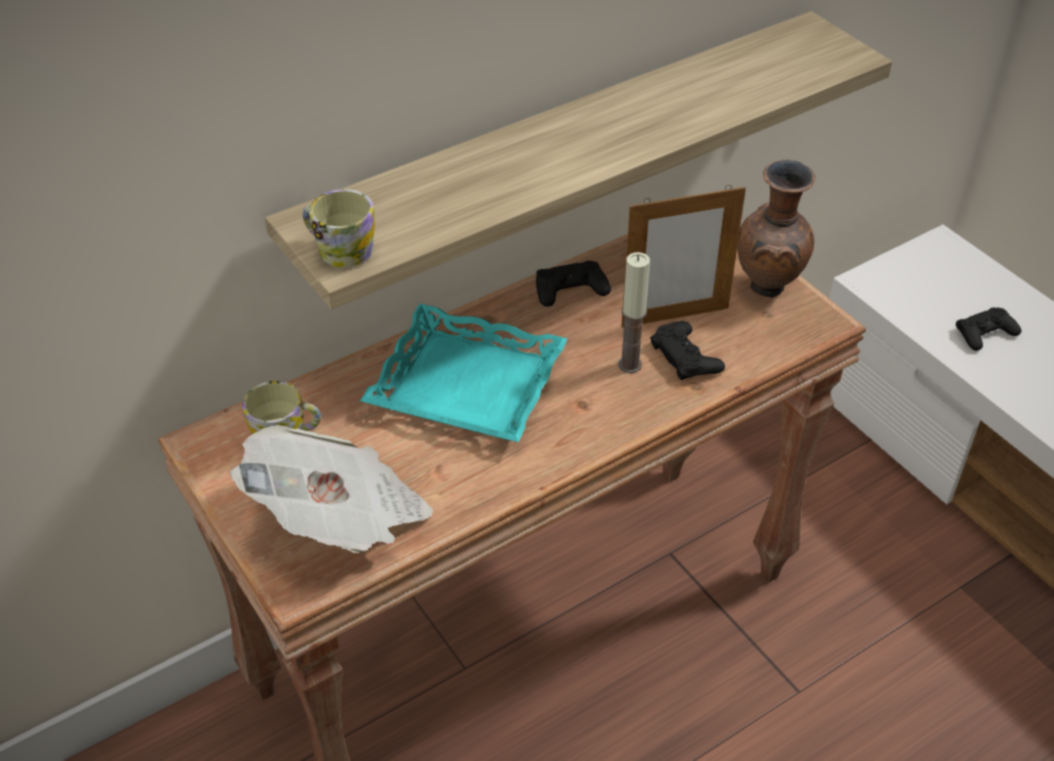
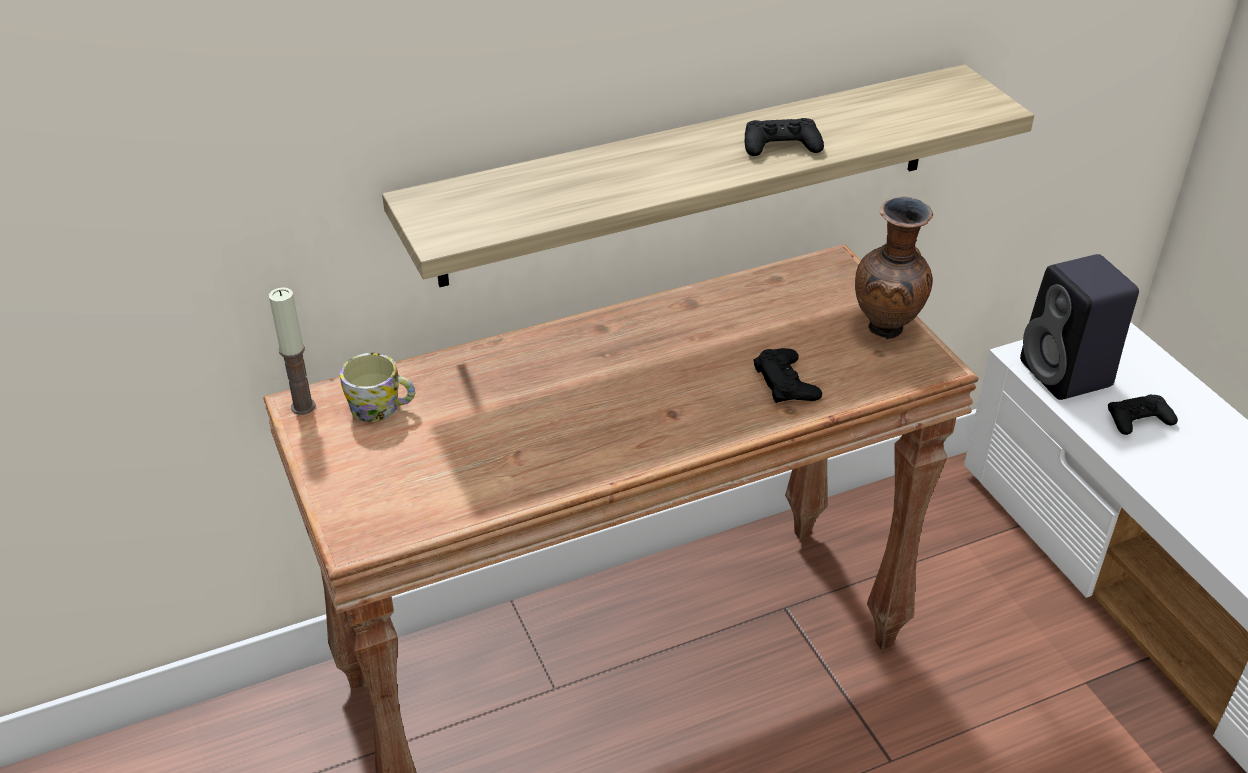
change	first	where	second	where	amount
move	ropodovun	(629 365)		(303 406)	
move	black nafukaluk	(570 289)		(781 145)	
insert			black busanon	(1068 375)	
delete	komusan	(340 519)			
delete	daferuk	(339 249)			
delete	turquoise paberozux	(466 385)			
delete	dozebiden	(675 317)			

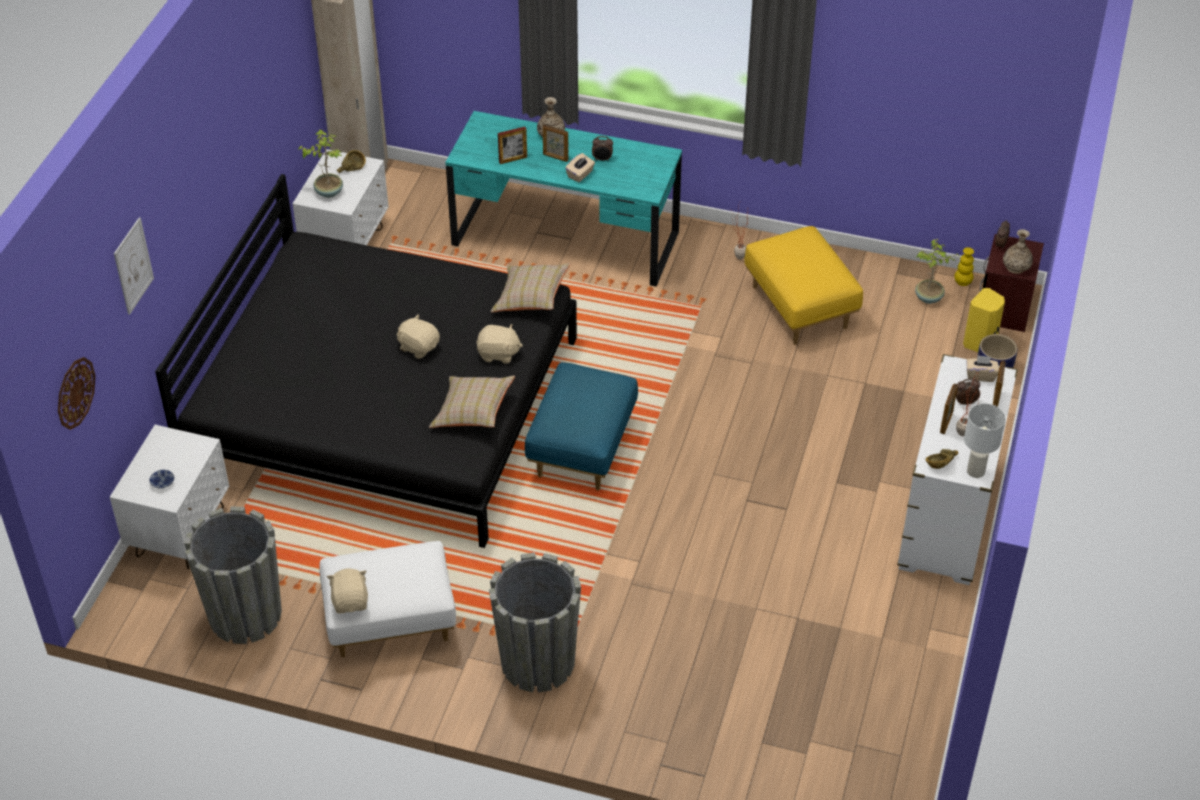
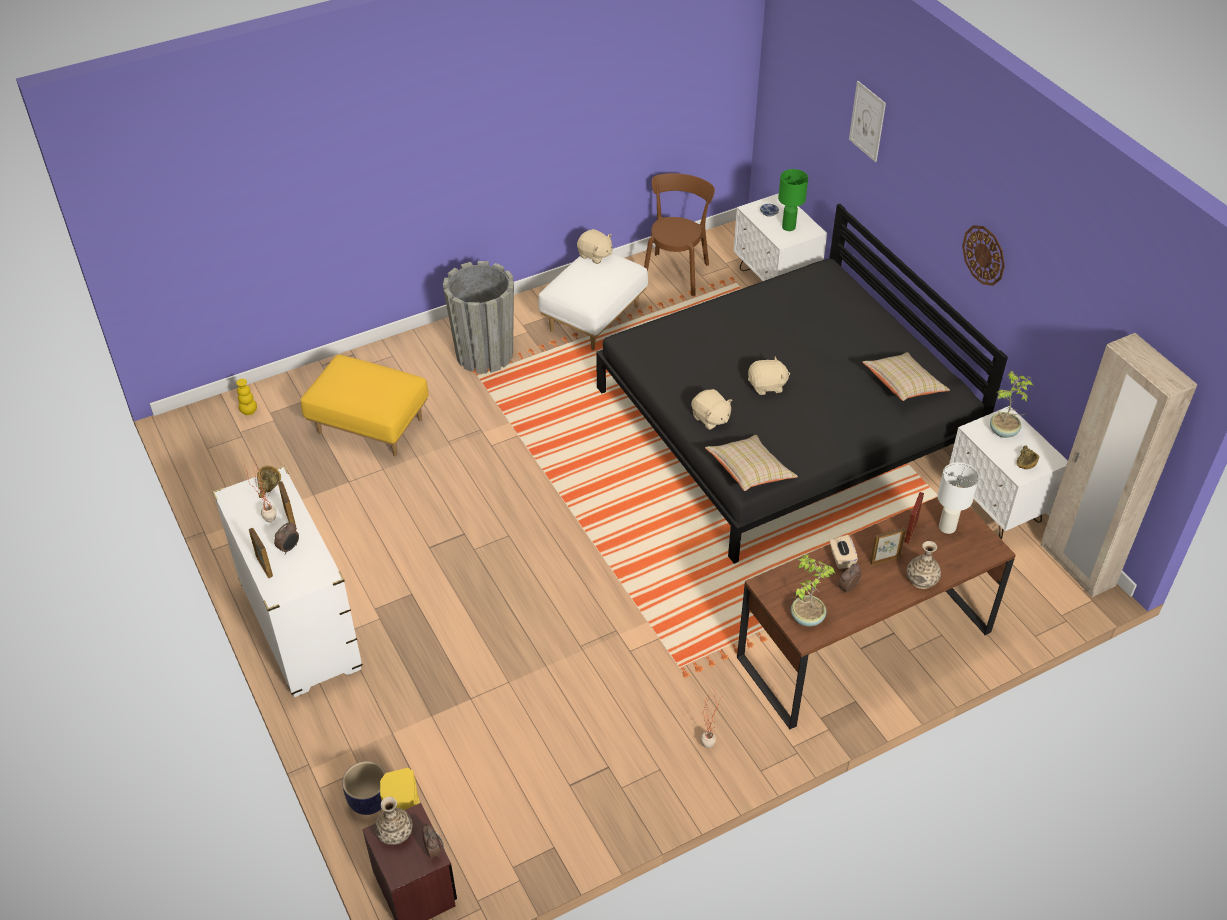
change	first	where	second	where	amount
move	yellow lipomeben	(962 282)		(249 411)	
move	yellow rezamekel	(801 307)		(369 427)	
replace	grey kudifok	(245 615)	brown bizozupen	(676 272)	
rotate	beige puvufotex	(498 354)		(710 418)	90 degrees counterclockwise
recolor	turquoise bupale	(565 239)	brown bupale	(864 644)	
insert			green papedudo	(788 227)	
move	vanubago	(929 298)		(806 617)	
move	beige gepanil	(472 412)		(903 386)	
move	white papedudo	(975 471)		(947 527)	
move	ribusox	(75 393)		(984 255)	
delete	blue rezamekel	(581 448)			
delete	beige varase	(980 375)			

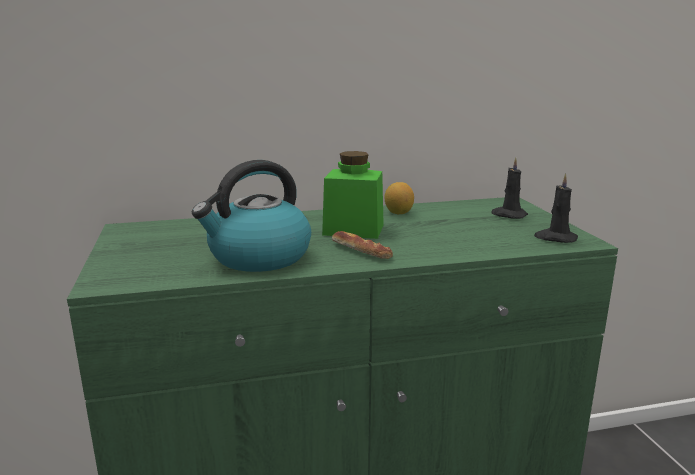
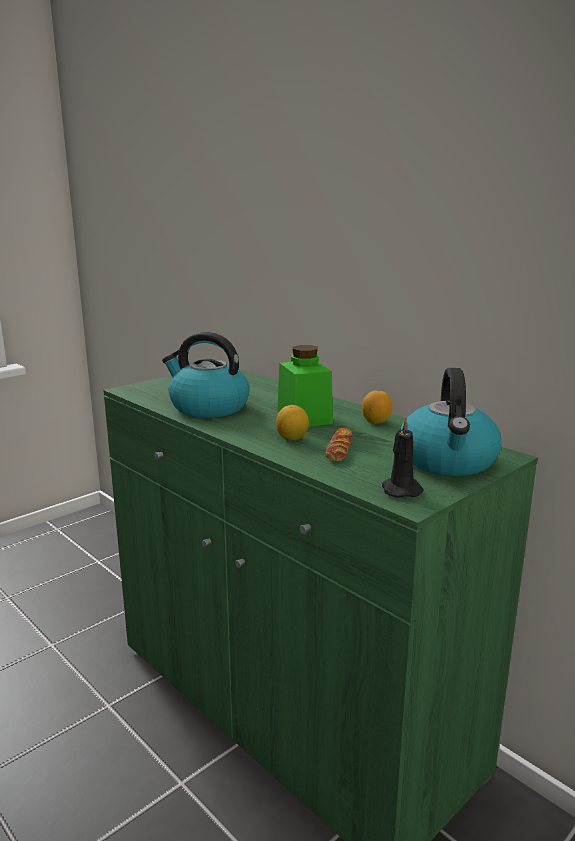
change	first	where	second	where	amount
insert			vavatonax	(292 438)	
move	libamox	(361 251)		(339 450)	
replace	black ropodovun	(508 215)	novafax	(448 461)	

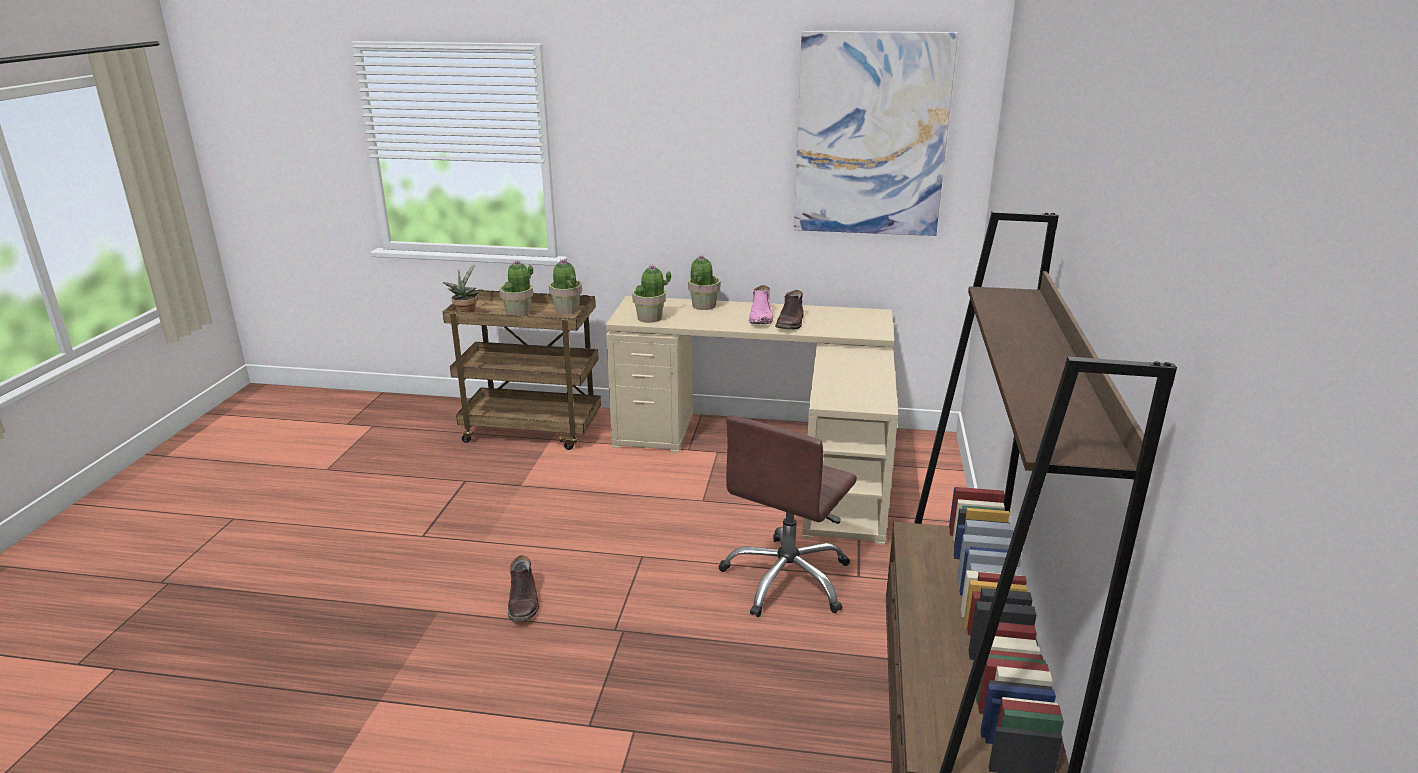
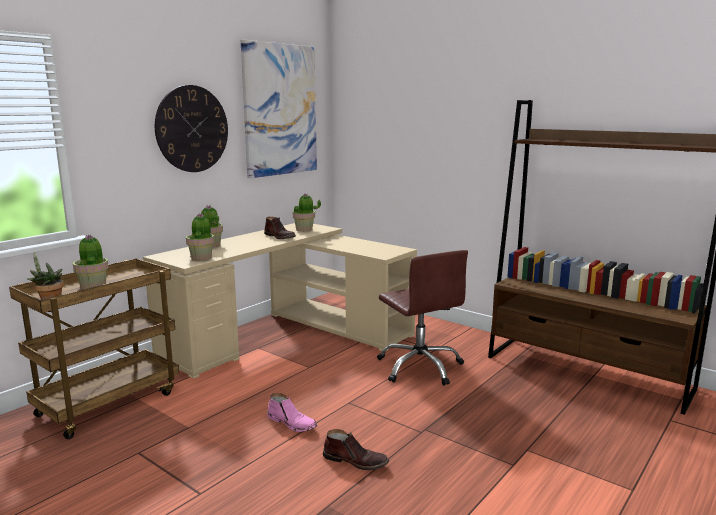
change	first	where	second	where	amount
insert			ribusox	(192 129)	
move	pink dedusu	(761 318)		(292 423)	
move	vanubago	(567 310)		(304 230)	

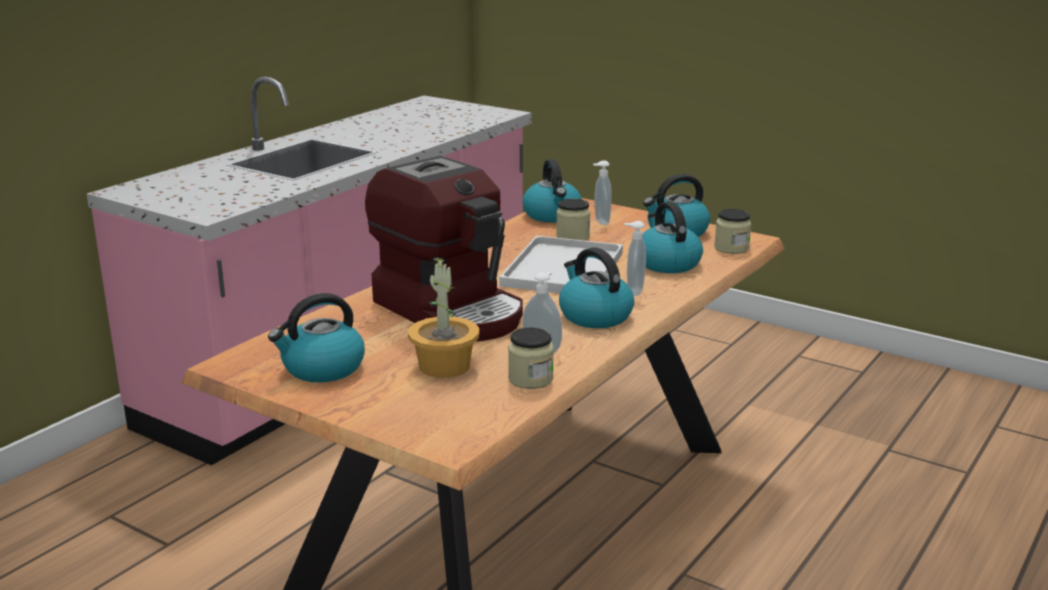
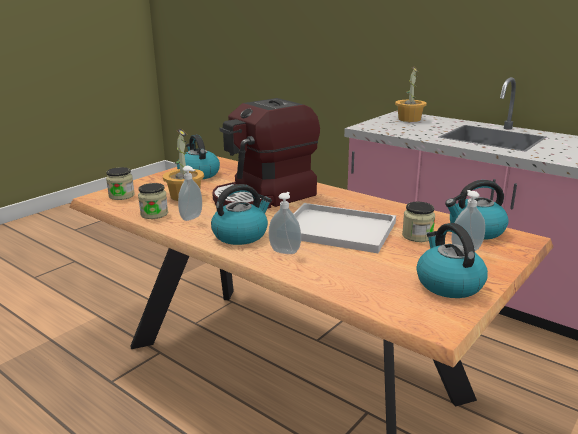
change	first	where	second	where	amount
move	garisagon	(731 248)		(121 196)	
insert			vanubago	(409 119)	
delete	novafax	(667 263)			

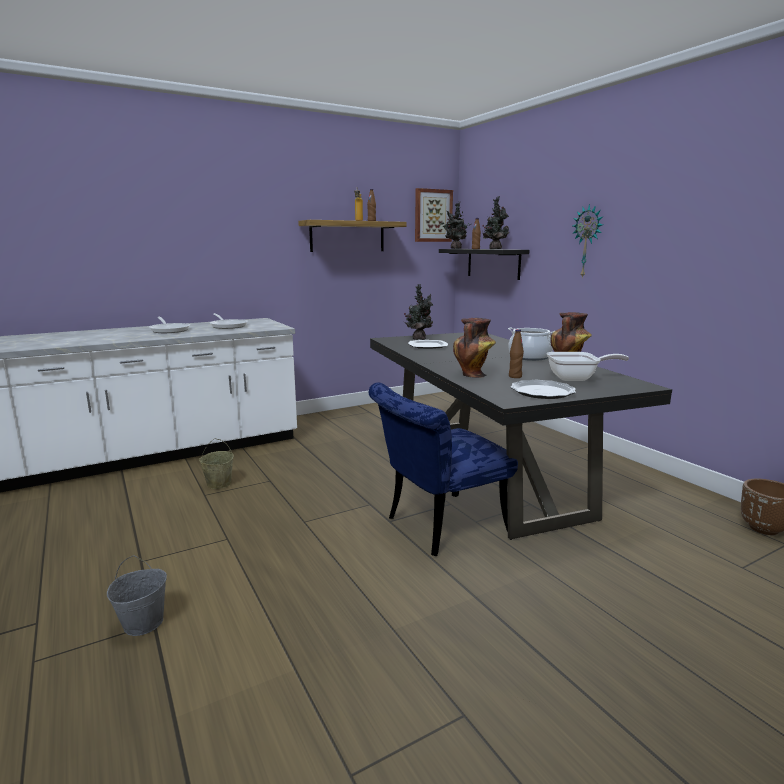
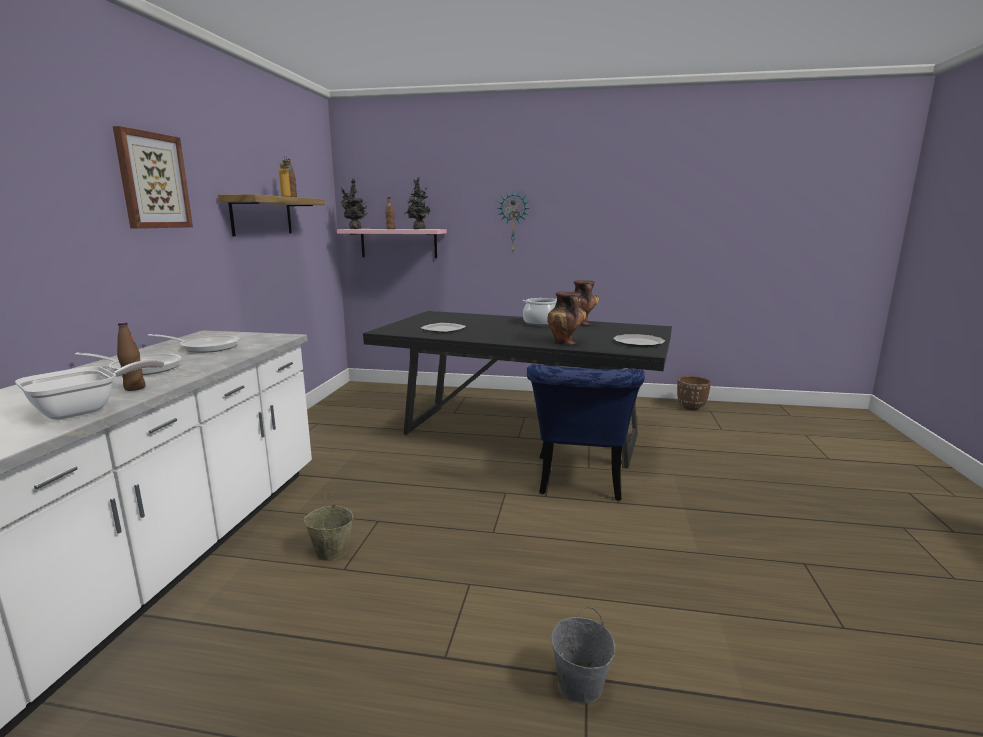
change	first	where	second	where	amount
move	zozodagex	(577 378)		(85 410)	
move	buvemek	(432 215)		(152 181)	
move	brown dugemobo	(515 376)		(134 388)	
recolor	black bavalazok	(493 263)	pink bavalazok	(398 243)	
delete	vanubago	(419 339)			

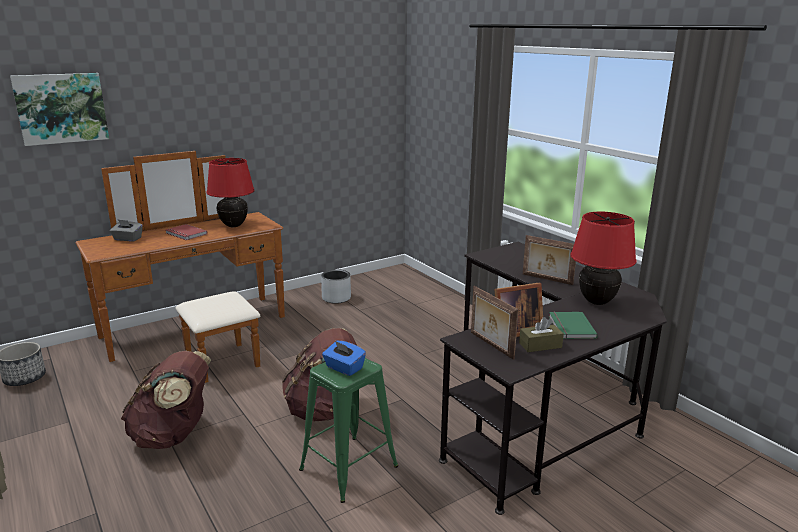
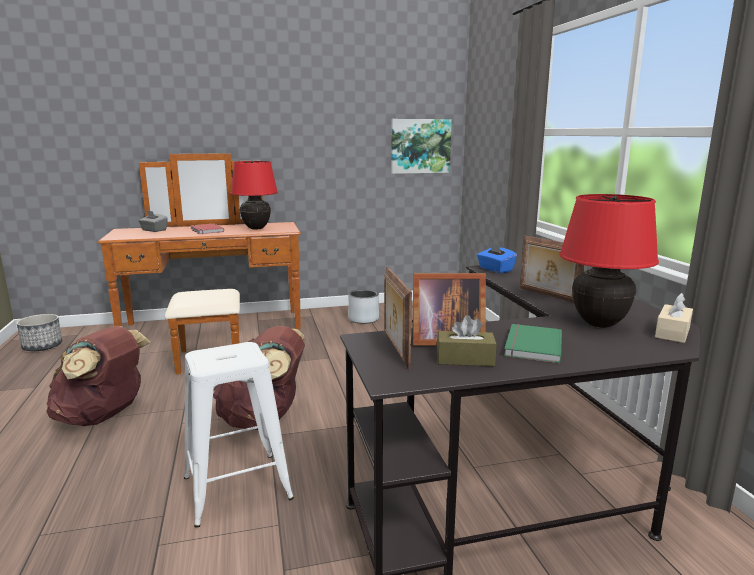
change	first	where	second	where	amount
recolor	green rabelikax	(348 468)	white rabelikax	(237 488)	
move	buvemek	(61 108)		(420 146)	
move	blue varase	(344 368)		(495 269)	
insert			beige varase	(672 332)	

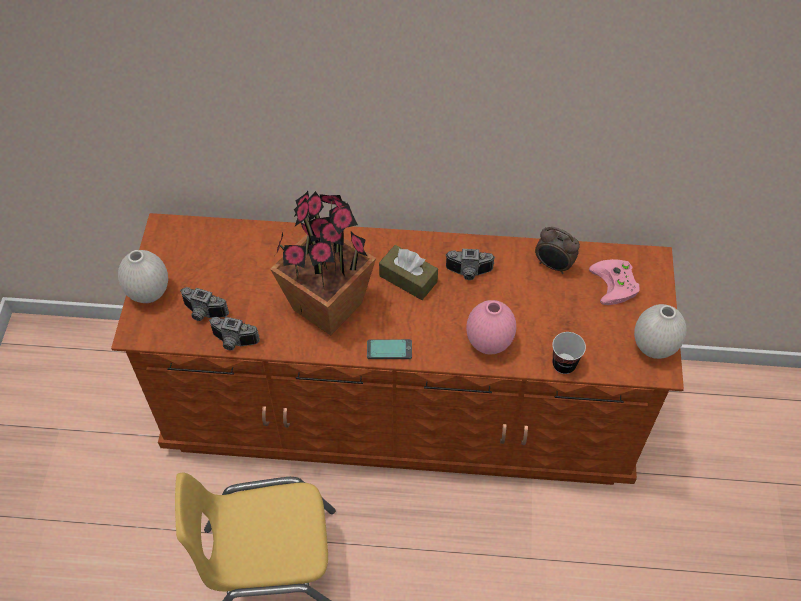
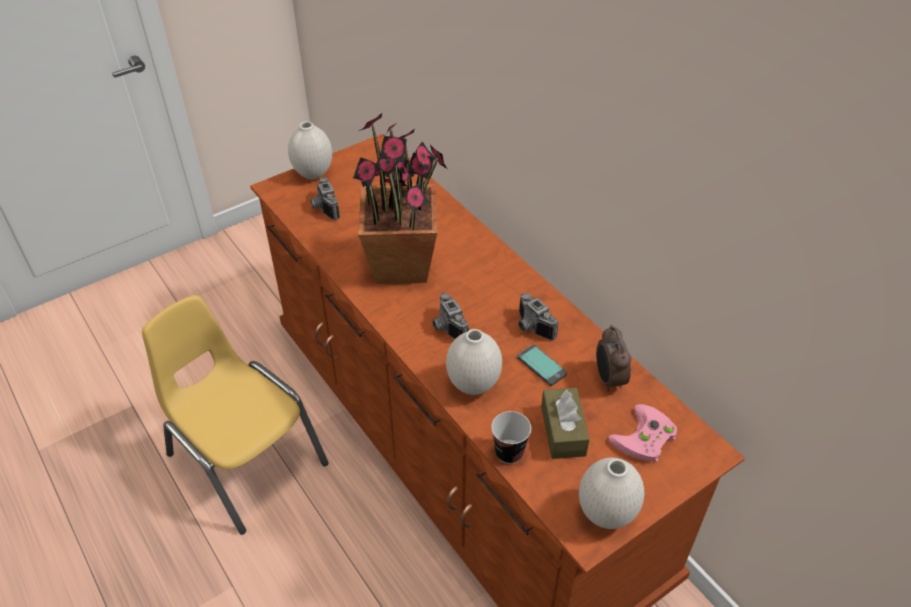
change	first	where	second	where	amount
move	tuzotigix	(233 342)		(446 328)	
recolor	pink lipomeben	(488 344)	white lipomeben	(472 385)	
move	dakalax	(389 349)		(542 365)	
move	brown varase	(408 279)		(563 431)	

